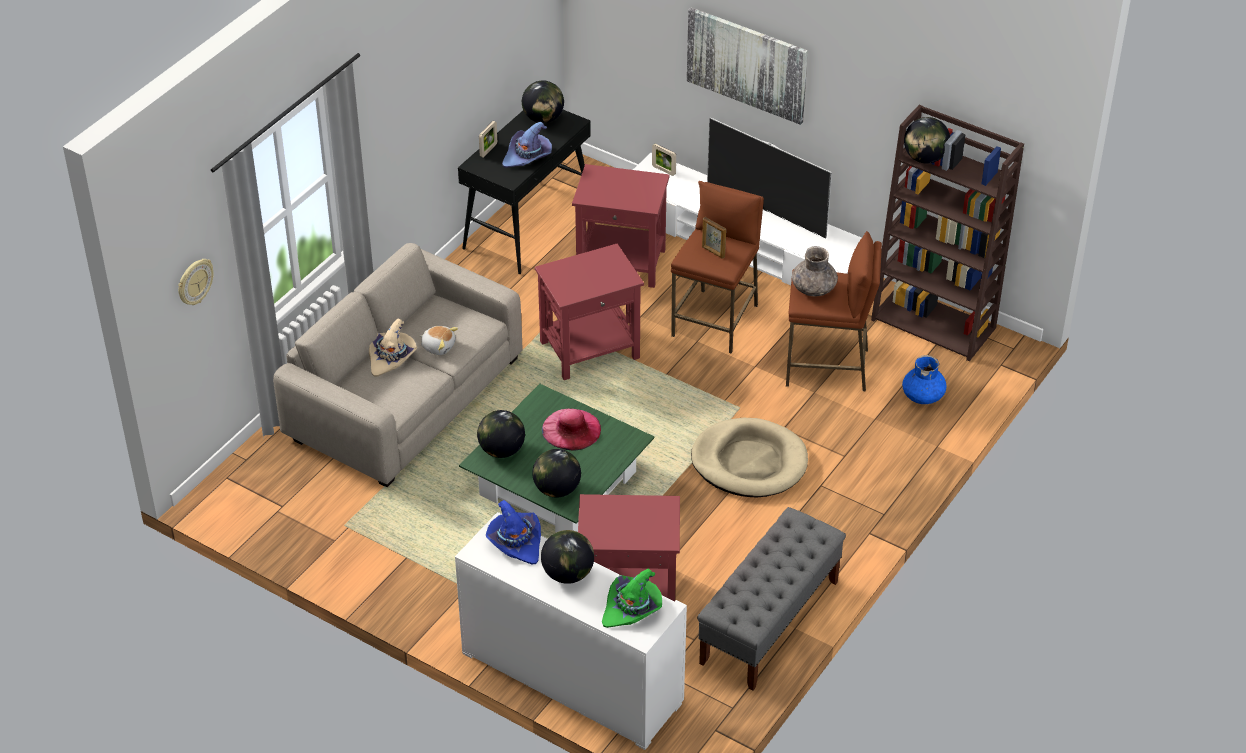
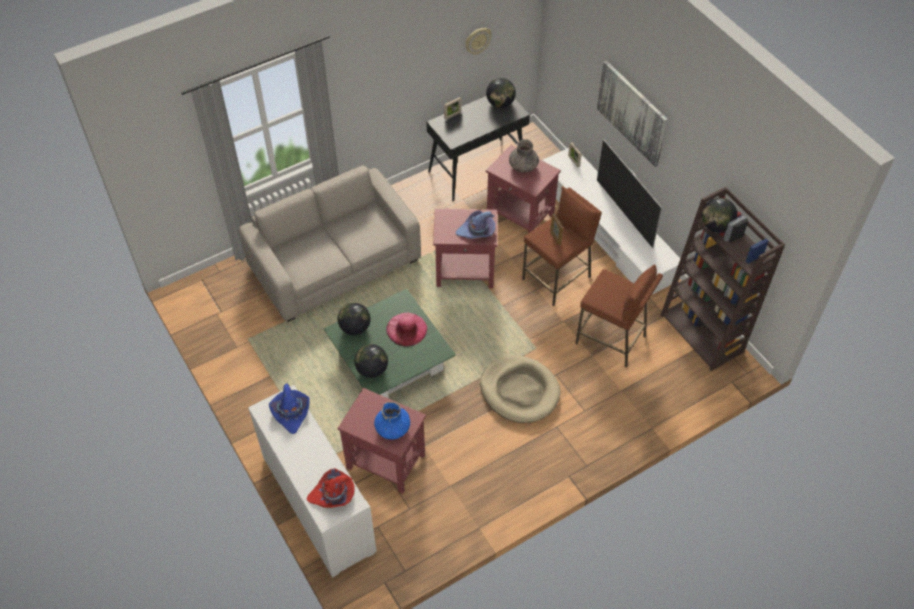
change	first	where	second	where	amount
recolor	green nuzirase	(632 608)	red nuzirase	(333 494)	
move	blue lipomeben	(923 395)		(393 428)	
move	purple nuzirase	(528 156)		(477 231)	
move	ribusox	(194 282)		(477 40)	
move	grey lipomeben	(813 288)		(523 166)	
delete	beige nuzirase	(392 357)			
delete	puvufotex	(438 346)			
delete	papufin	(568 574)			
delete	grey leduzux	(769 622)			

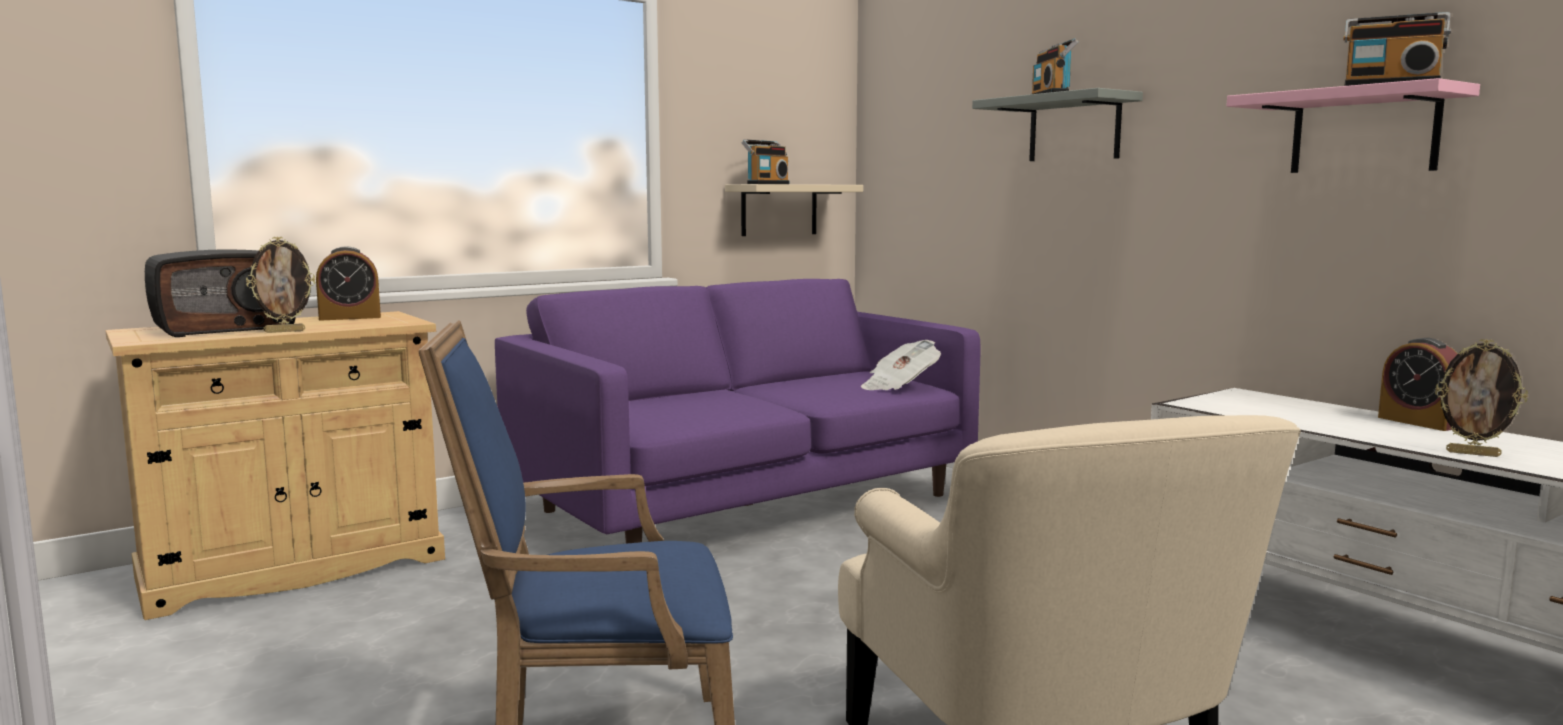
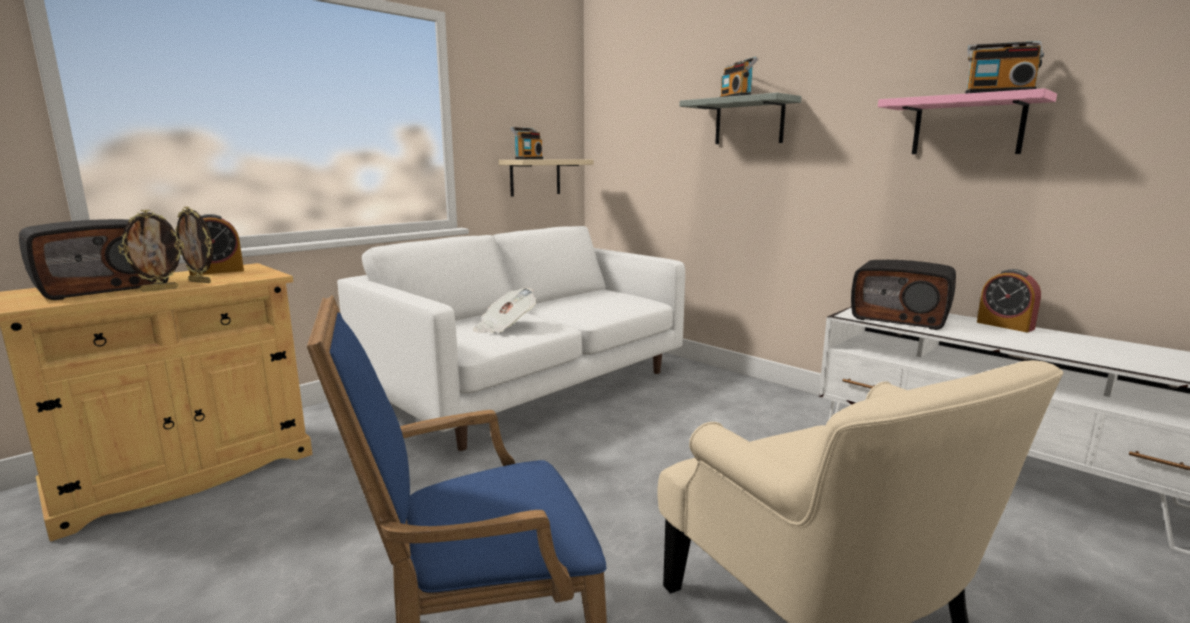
change	first	where	second	where	amount
move	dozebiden	(1473 453)		(201 282)	
recolor	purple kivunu	(747 504)	white kivunu	(530 388)	
move	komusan	(899 387)		(505 327)	
insert			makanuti	(900 318)	

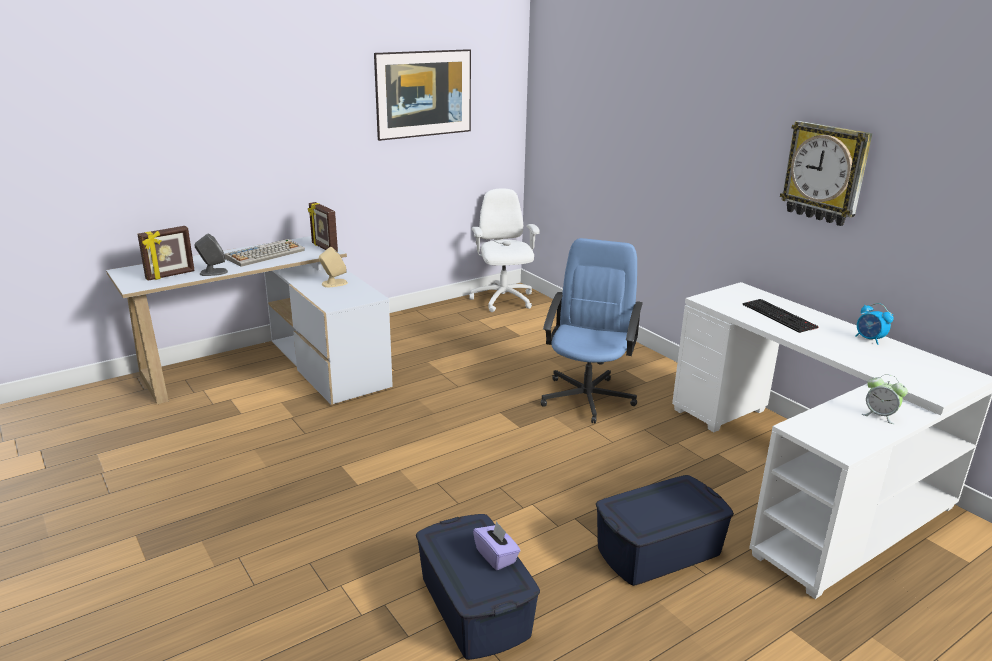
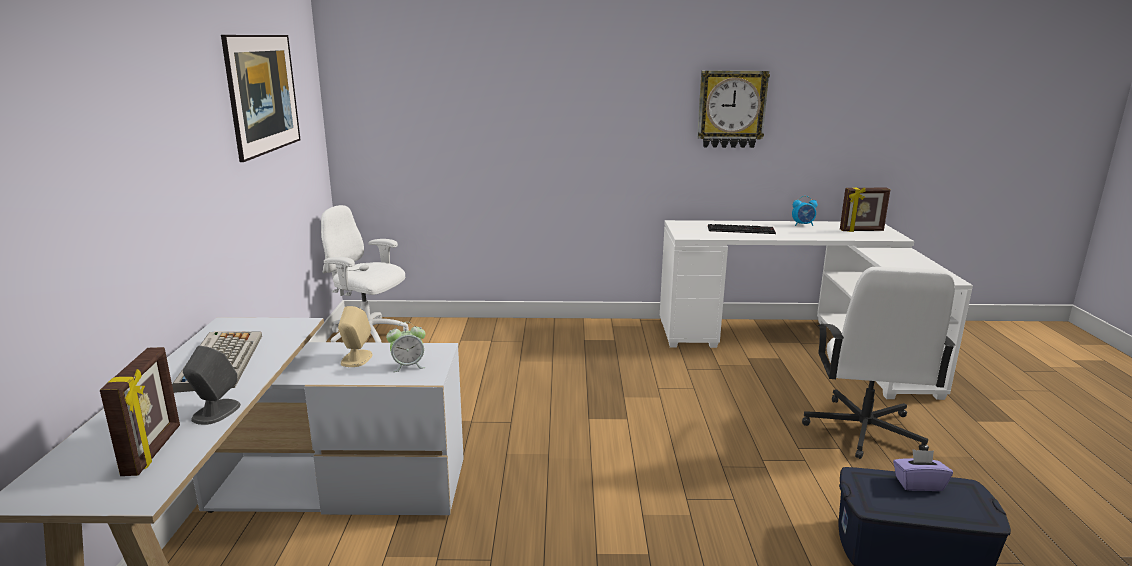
change	first	where	second	where	amount
move	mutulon	(879 416)		(408 366)	
replace	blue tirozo	(657 550)	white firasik	(863 430)	
move	dozebiden	(324 248)		(861 231)	
delete	blue firasik	(587 397)			

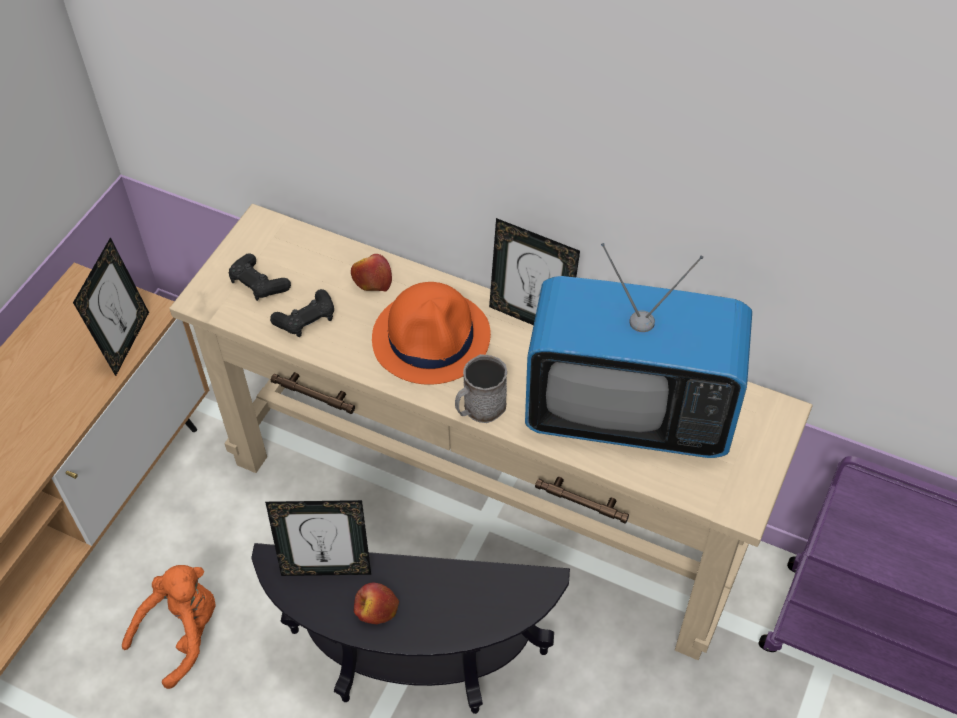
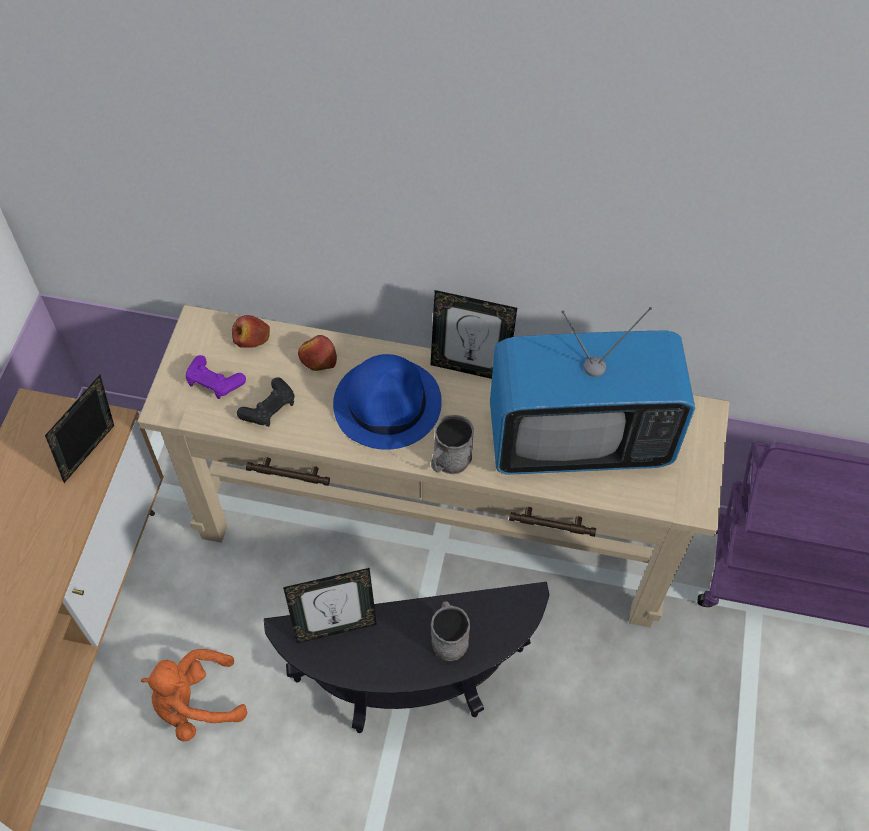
change	first	where	second	where	amount
rotate	dozebiden	(126 342)		(94 456)	150 degrees counterclockwise
rotate	orange puvufotex	(182 632)		(196 704)	135 degrees counterclockwise
recolor	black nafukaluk	(258 284)	purple nafukaluk	(214 382)	
move	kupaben	(376 609)		(251 338)	
recolor	orange nuzirase	(432 337)	blue nuzirase	(388 403)	
insert			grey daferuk	(448 637)	

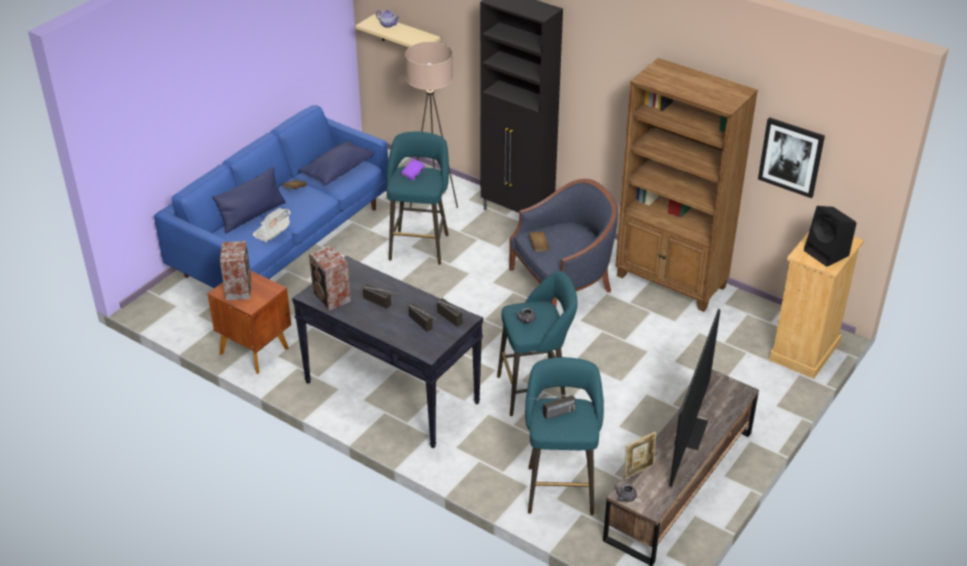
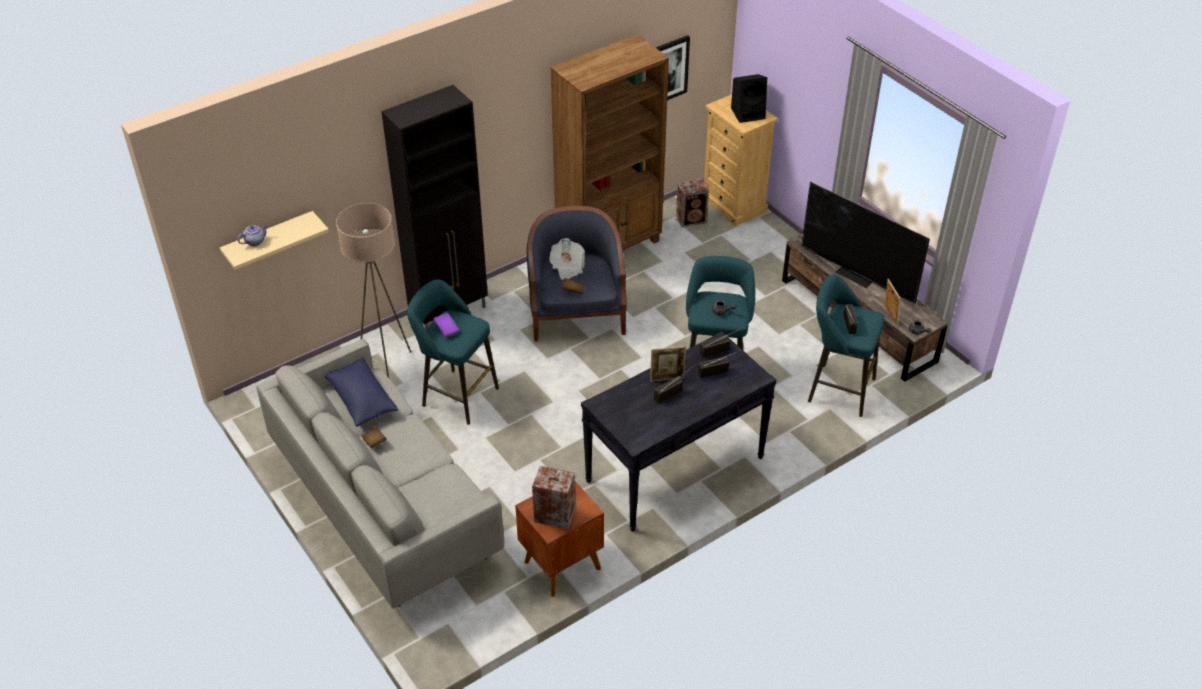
change	first	where	second	where	amount
recolor	blue kivunu	(284 242)	grey kivunu	(385 504)	
move	komusan	(272 233)		(567 267)	
insert			dozebiden	(667 378)	
move	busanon	(331 298)		(692 219)	
delete	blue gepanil	(252 215)			

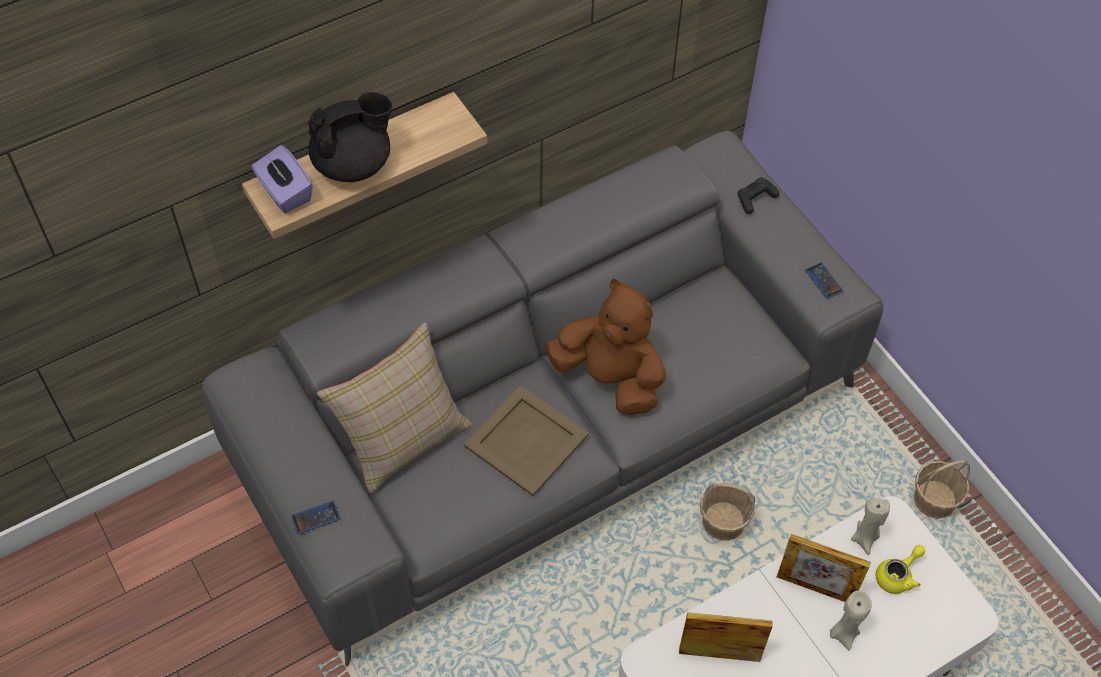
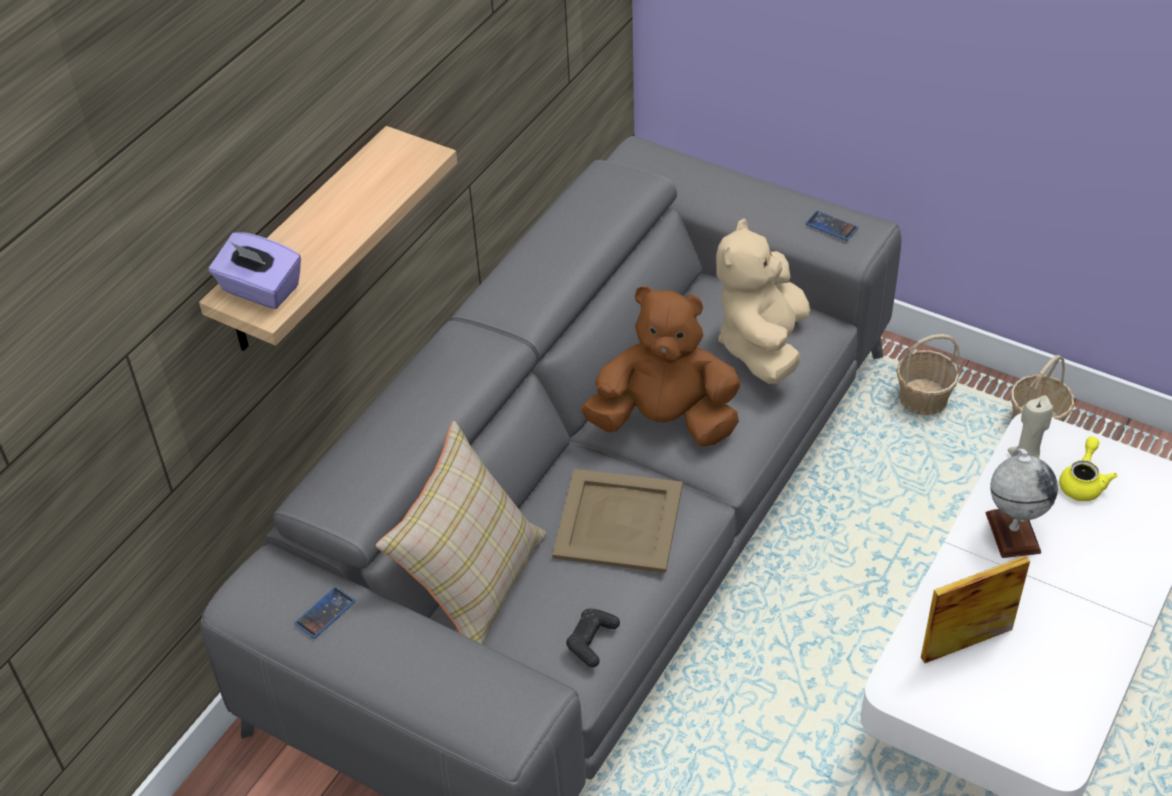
change	first	where	second	where	amount
move	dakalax	(315 518)		(325 613)	
move	black nafukaluk	(755 199)		(592 641)	
insert			beige puvufotex	(762 345)	
move	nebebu	(723 522)		(922 399)	
replace	dozebiden	(814 588)	papufin	(1012 532)	
delete	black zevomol	(354 164)			
delete	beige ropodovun	(843 633)			

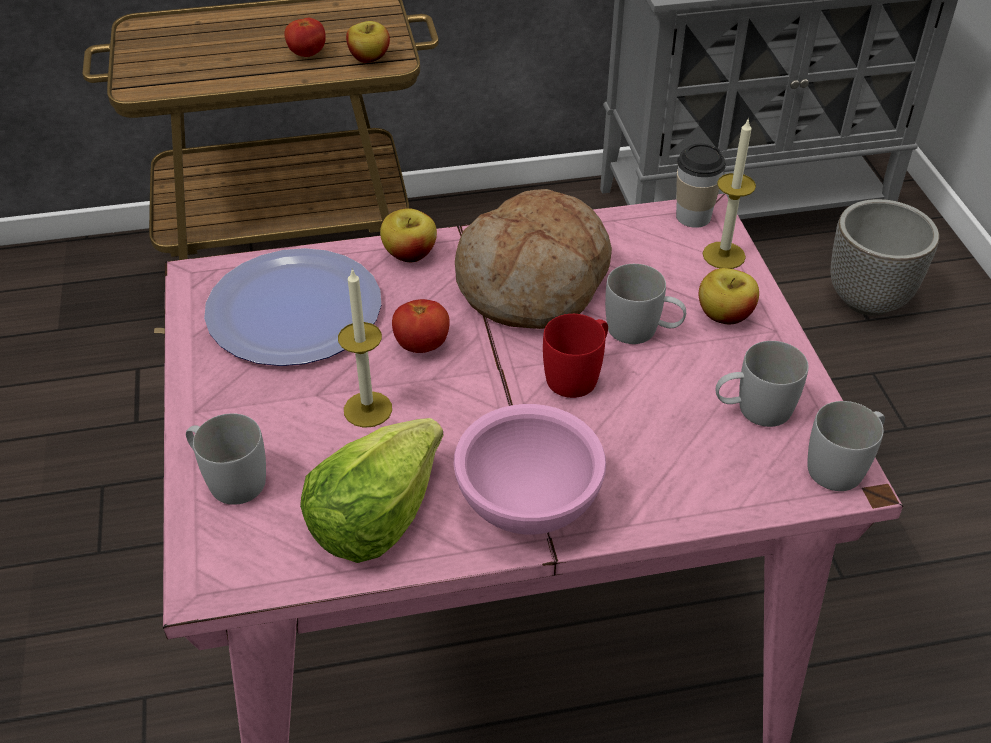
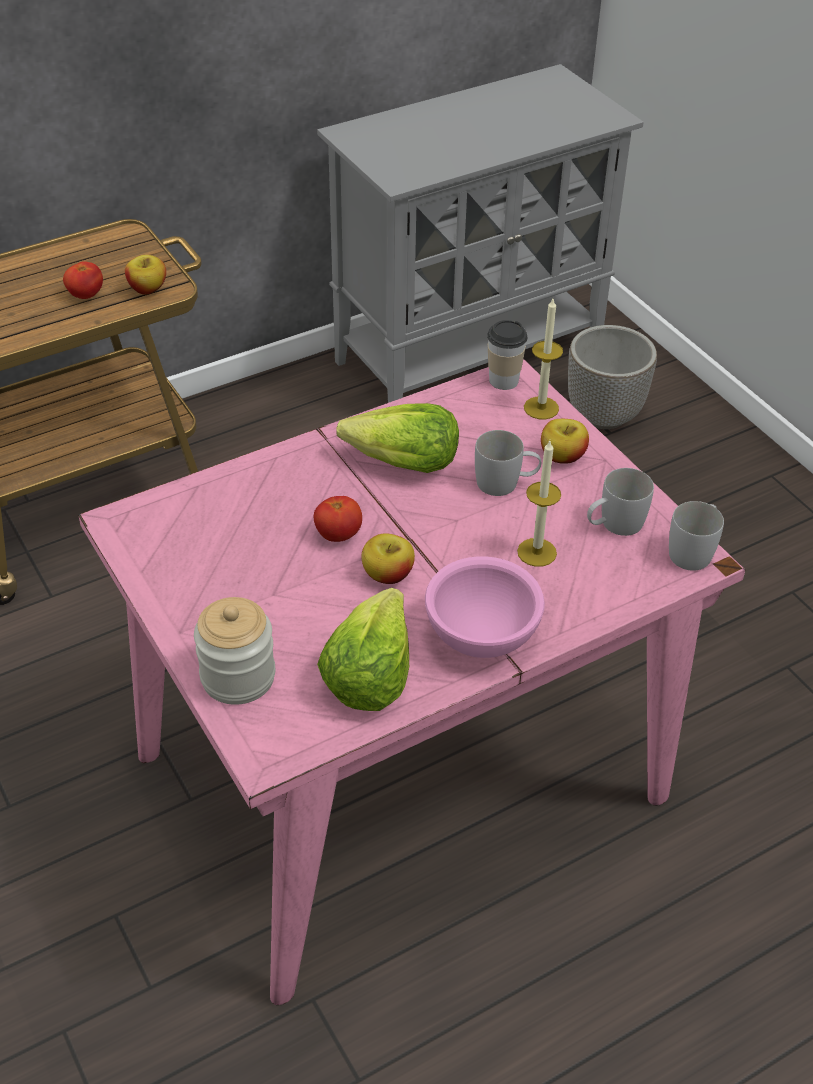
change	first	where	second	where	amount
replace	white daferuk	(228 478)	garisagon	(238 677)	
replace	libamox	(534 283)	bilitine	(403 463)	
move	kupaben	(410 254)		(388 575)	
move	ropodovun	(368 409)		(537 552)	
delete	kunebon	(294 310)			
delete	red daferuk	(578 374)			

